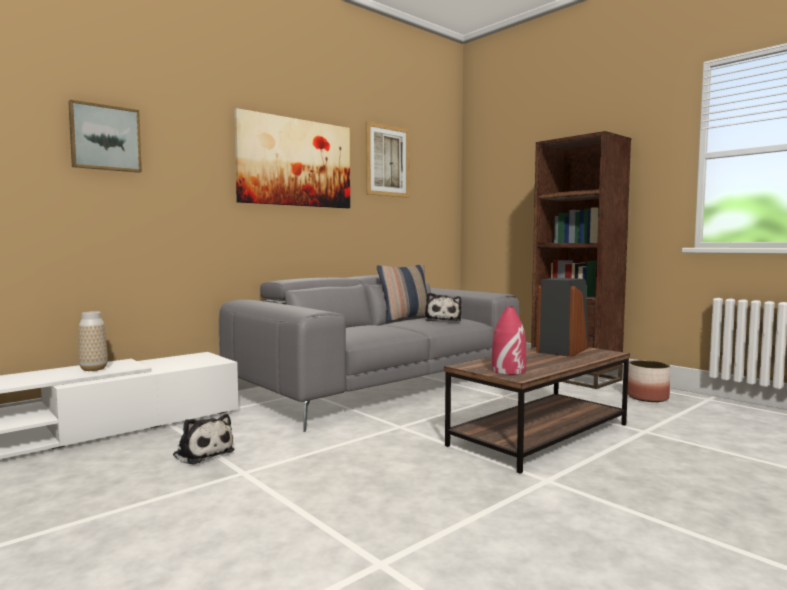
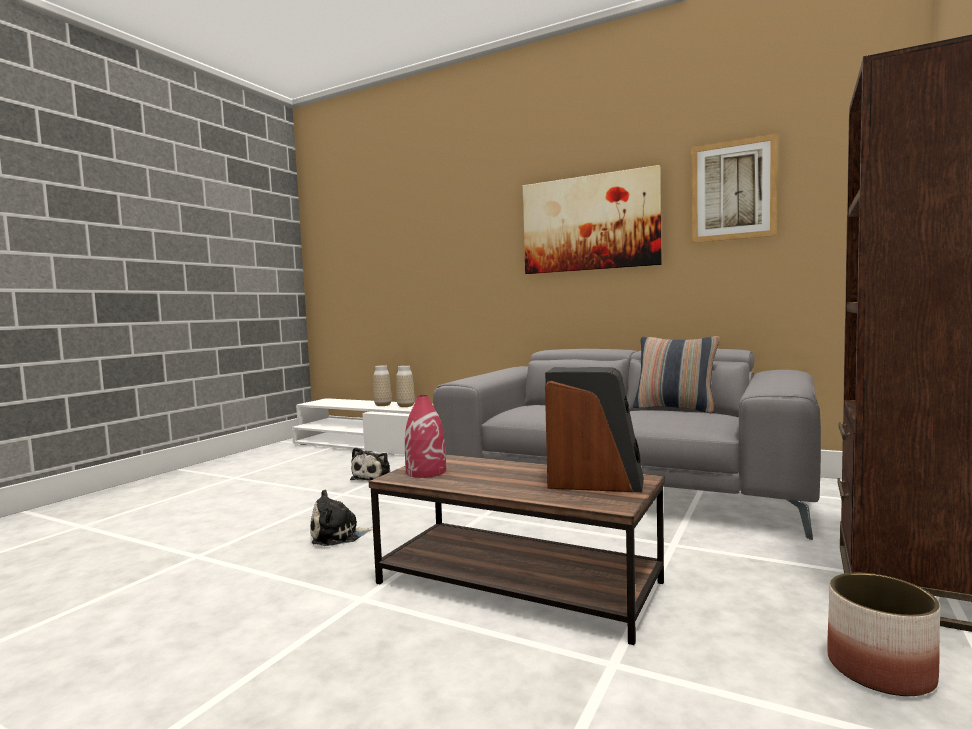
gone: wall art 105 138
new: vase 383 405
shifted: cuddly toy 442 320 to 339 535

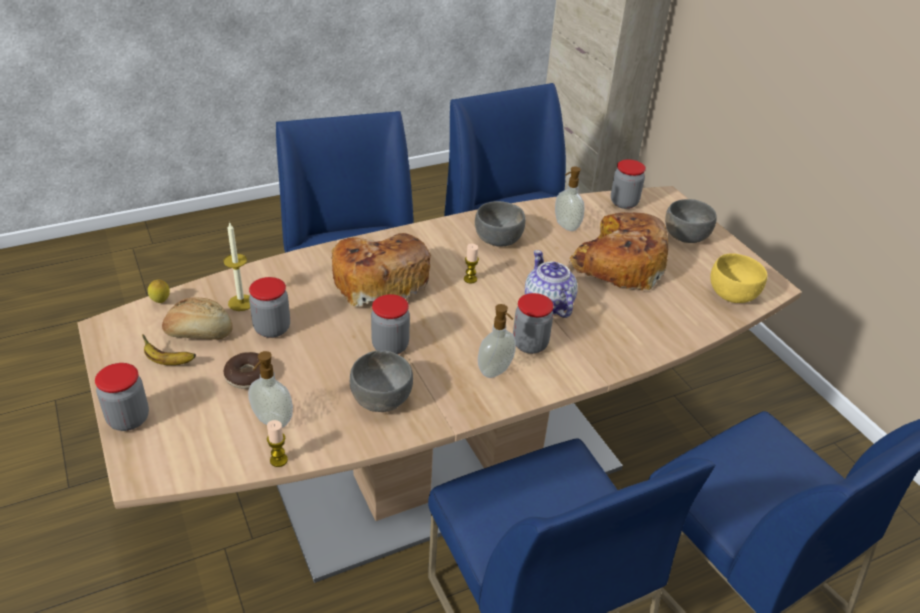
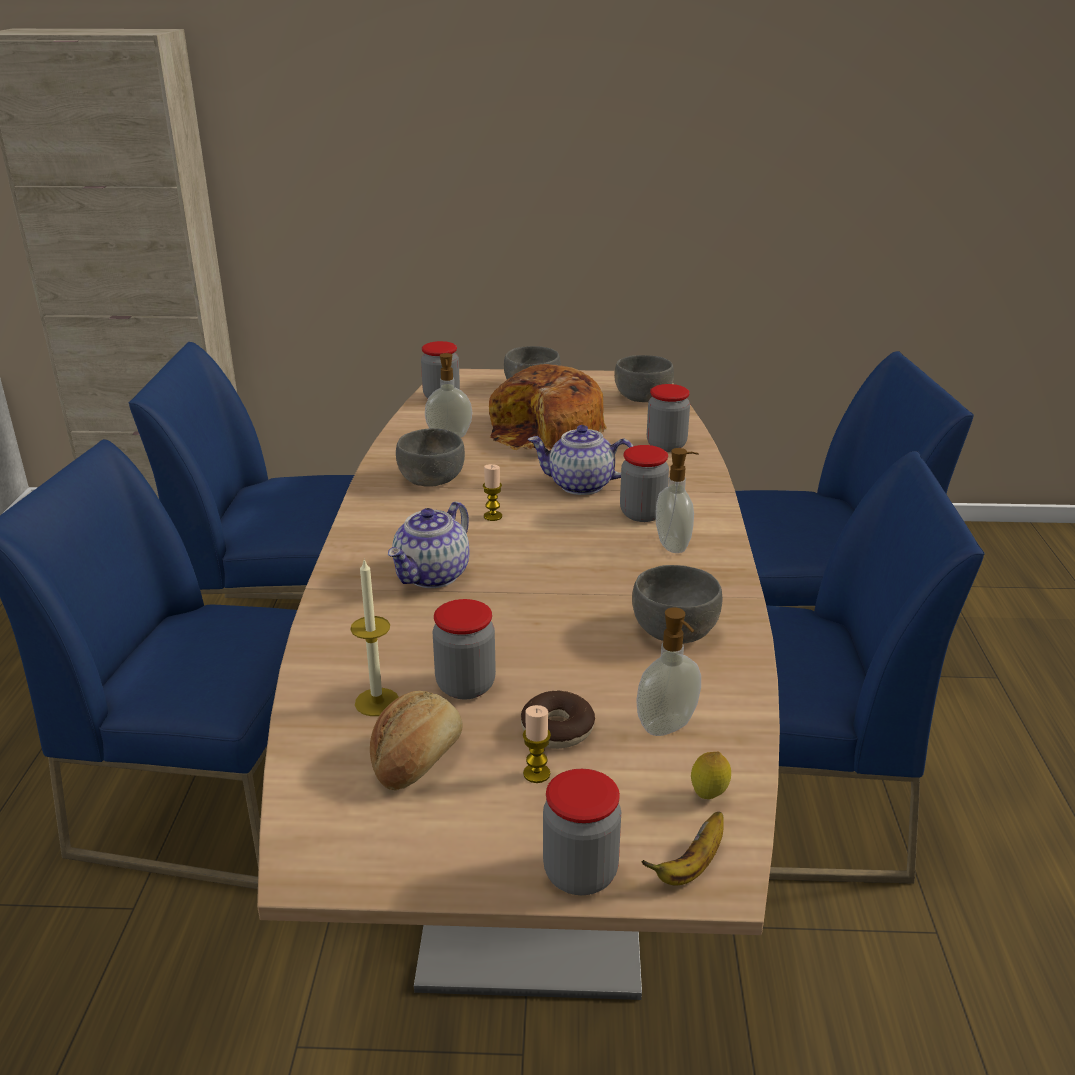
shifted: wax light 278 460 to 536 774; whole banana 168 361 to 691 867; preserve jar 390 346 to 666 445; lemon 161 302 to 708 796
swapped: bakery bread 379 279 to teapot 432 576
repainted: deep dish (yellow) 732 293 to deep dish (grey) 642 397

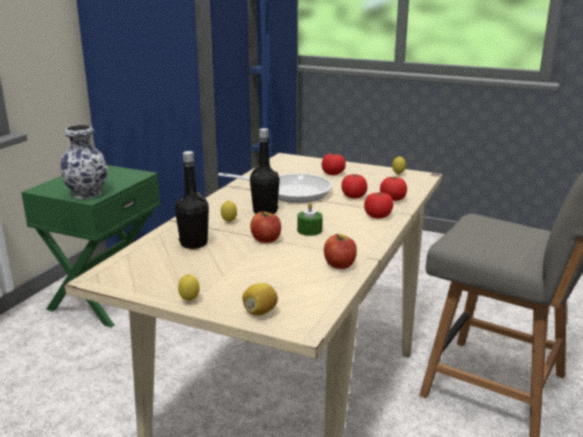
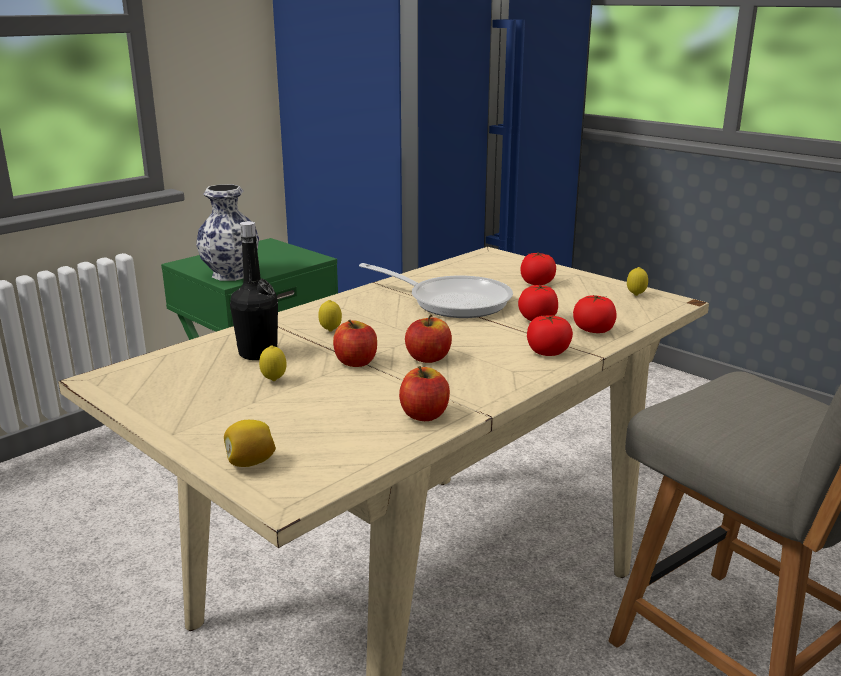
gone: drink bottle (black-coloured) 265 211
shifted: lemon 189 301 to 274 381
swapped: wax light (green) 309 230 to whole apple 428 358

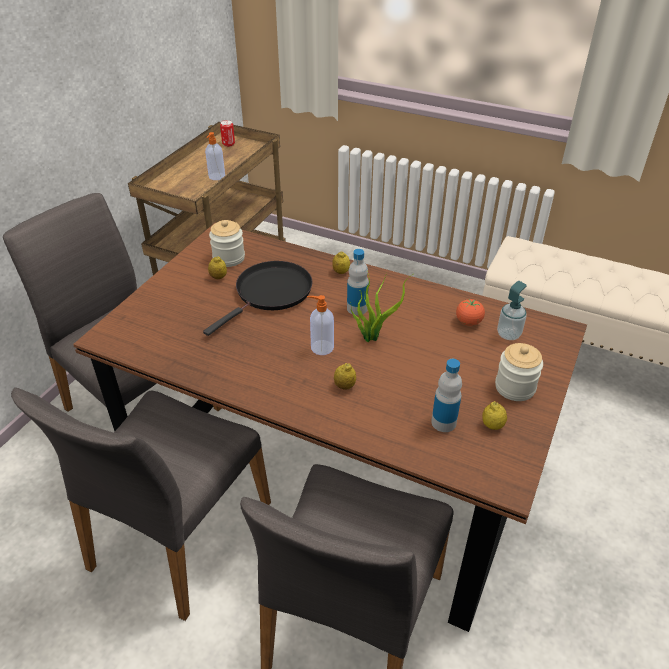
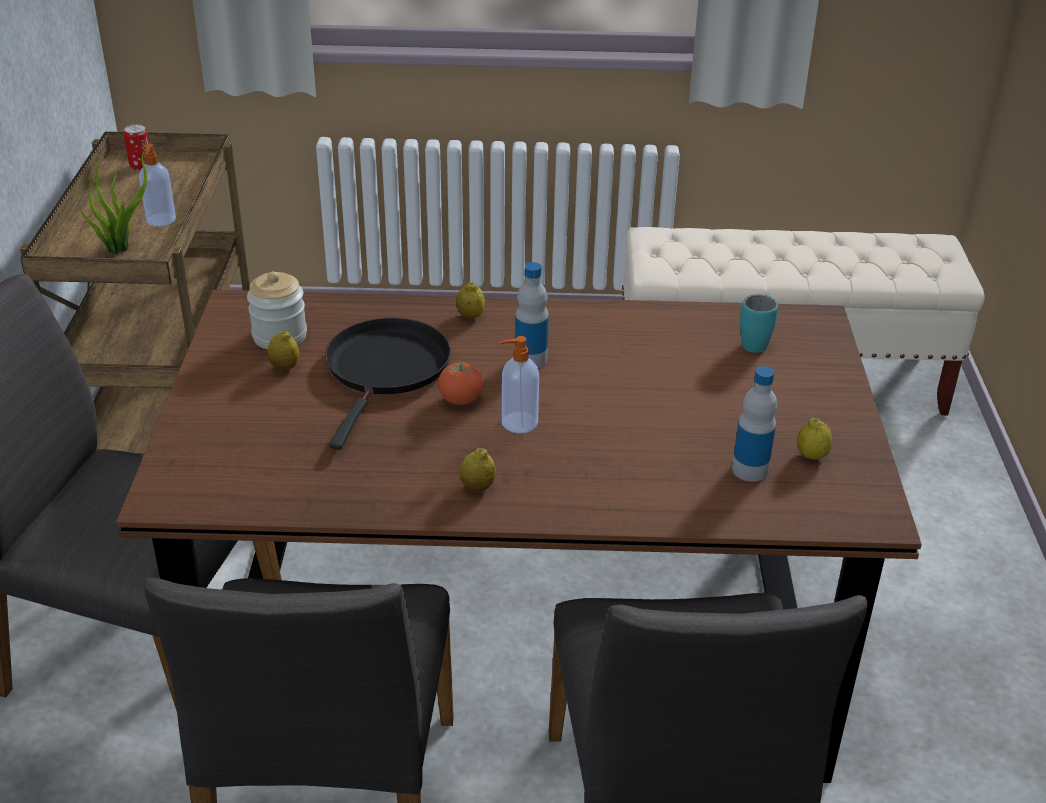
gone: preserve jar 515 387
shifted: houseplant 373 336 to 121 247; whole tomato 468 322 to 460 400; lemon 344 386 to 477 487
swapped: soap bottle 508 334 to mug (blue-green) 756 341

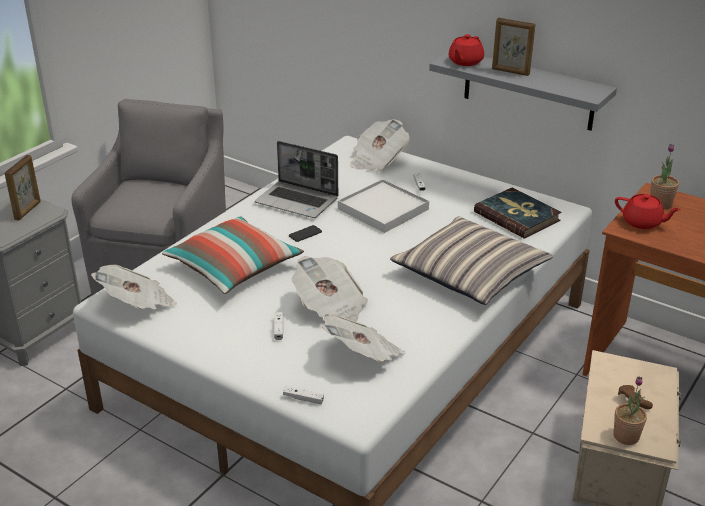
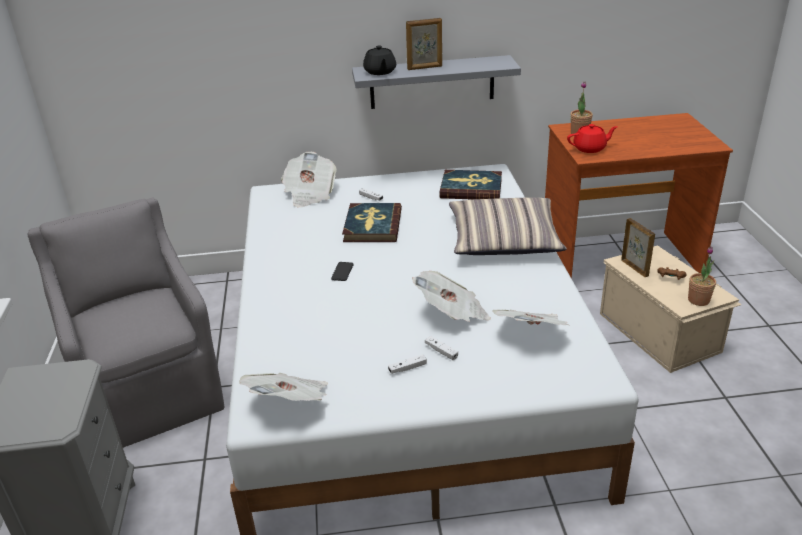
gone: throw pillow 234 268; laptop 298 201
shifted: game controller (white-coloured) 303 399 to 407 368; photo frame 28 210 to 635 268
swapped: serving tray (white-coloured) 383 209 to bound book 372 226
repainted: teapot (reddish) 465 62 to teapot (black-coloured) 380 72

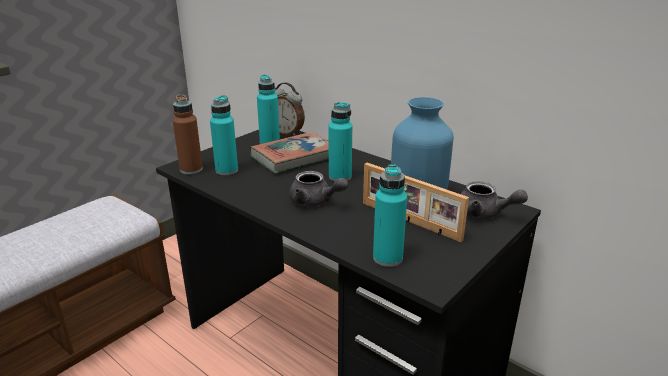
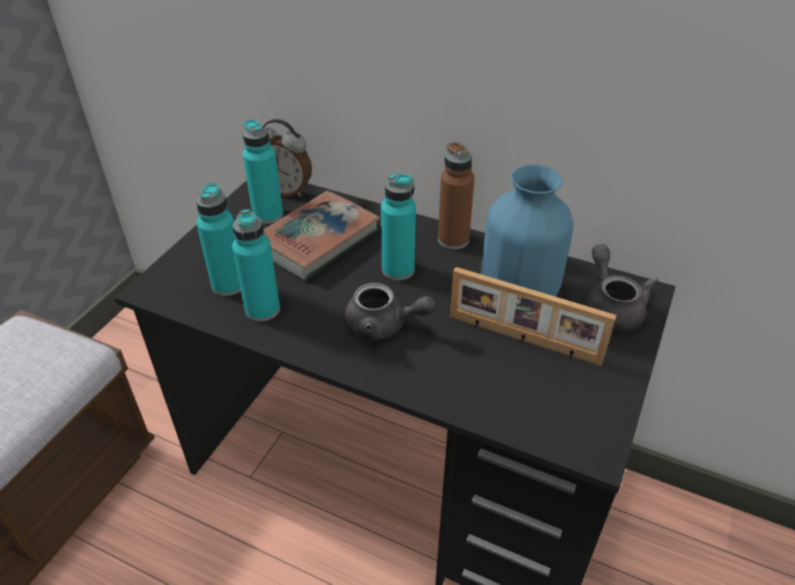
shifted: drink bottle (blue-green) 387 258 to 262 309; drink bottle (brown-coloured) 191 169 to 453 240
rotated: teapot (grey) 484 213 = 611 307 120 degrees counterclockwise

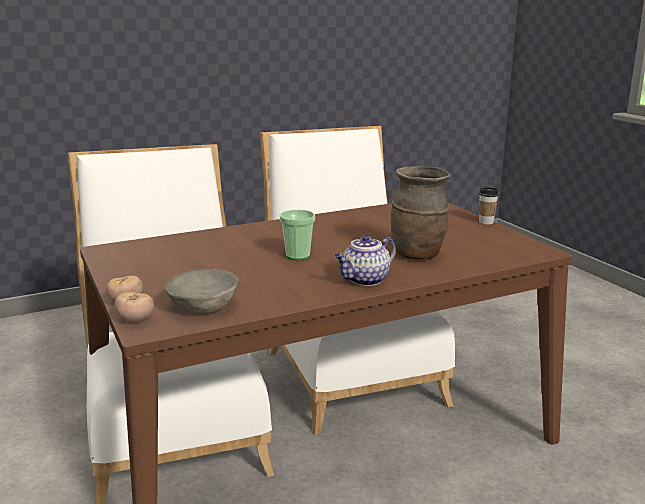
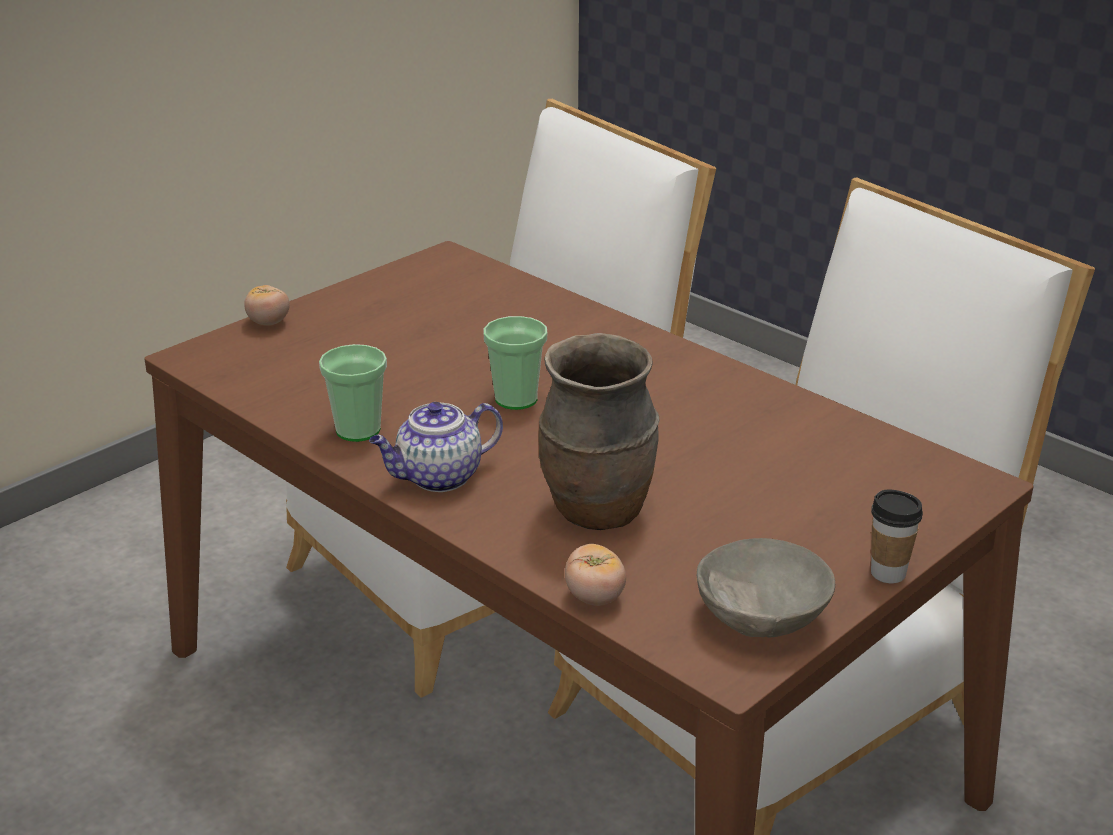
new: drinking cup 358 430
shifted: whole tomato 135 320 to 595 597; deep dish (grey) 204 307 to 764 617
rotated: teapot 365 280 = 438 478 60 degrees counterclockwise

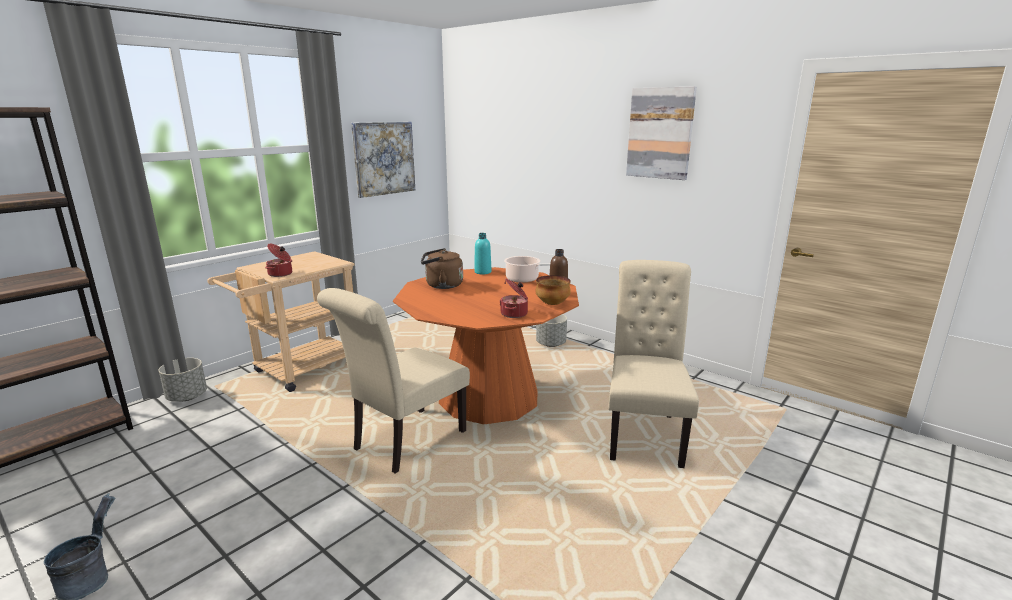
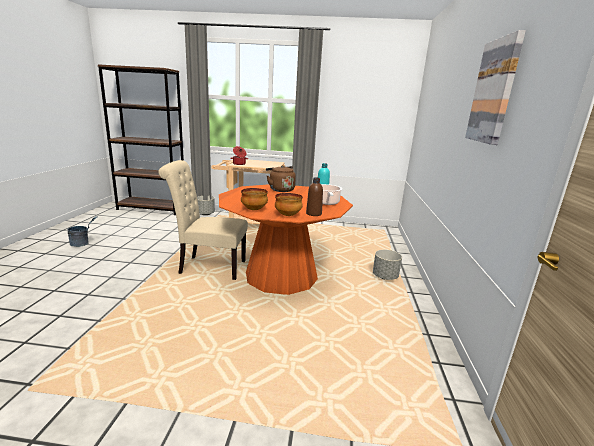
gone: wall art 384 158; chair (sand-coloured) 643 433
swapped: cooking pot 515 314 to deep dish 254 210

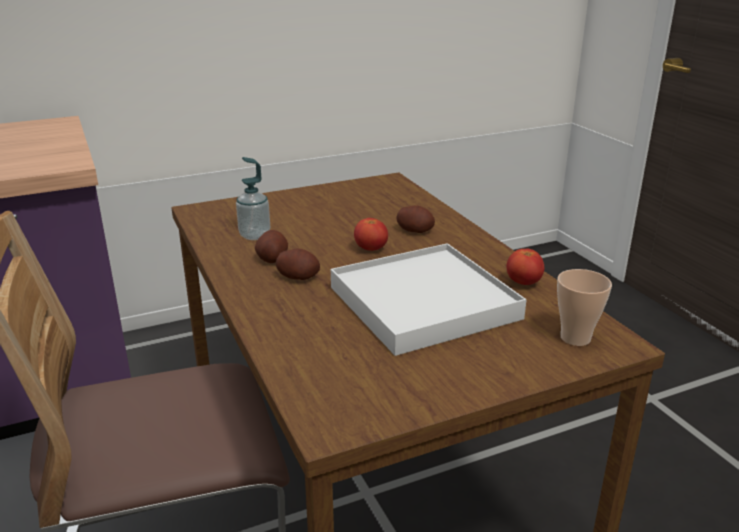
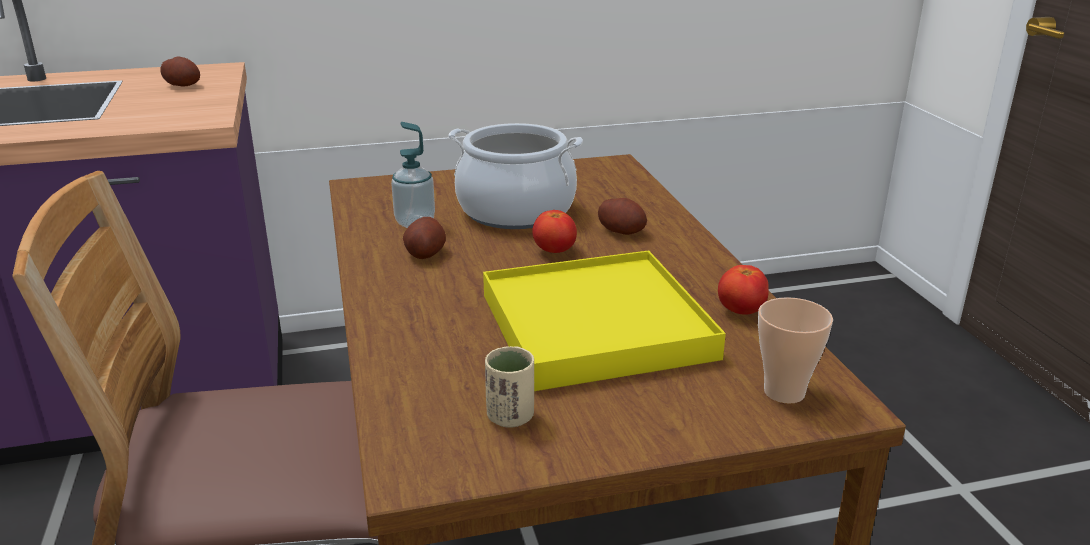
new: cooking pot 516 211; drinking cup (sand-coloured) 510 417
shifted: whole potato 298 277 to 183 85
repainted: serving tray (white-coloured) 423 303 to serving tray (yellow) 595 326

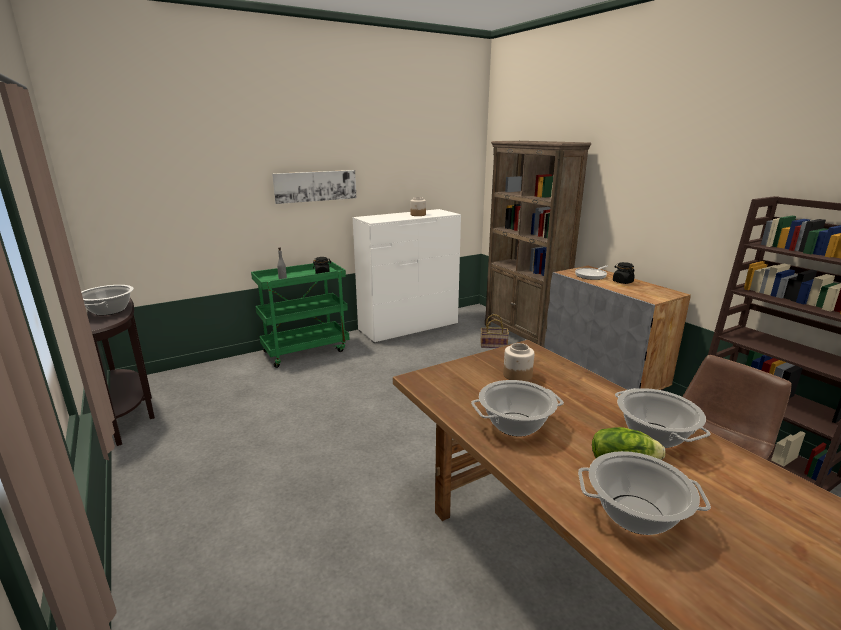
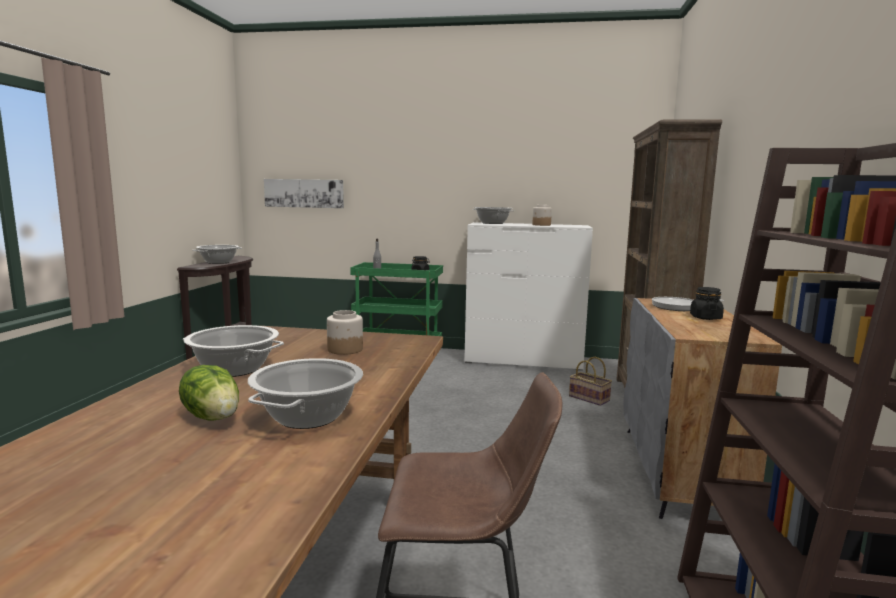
shifted: wall art 315 186 to 304 193; cooking pot 635 515 to 492 223

